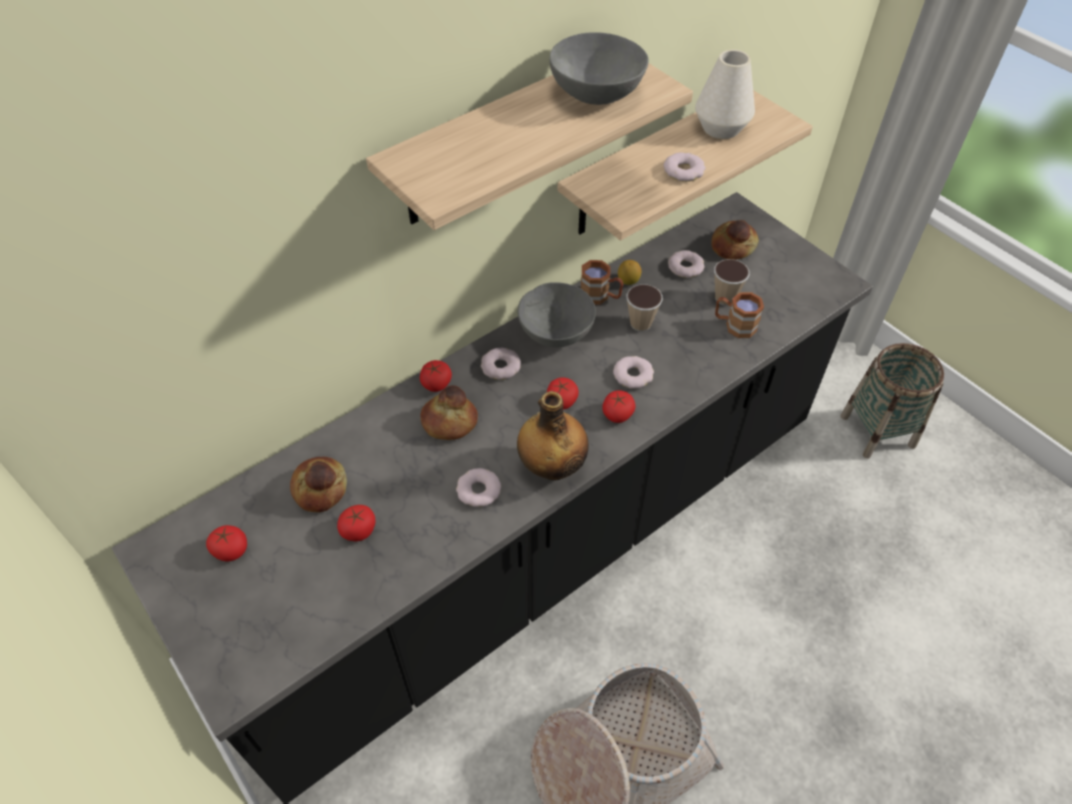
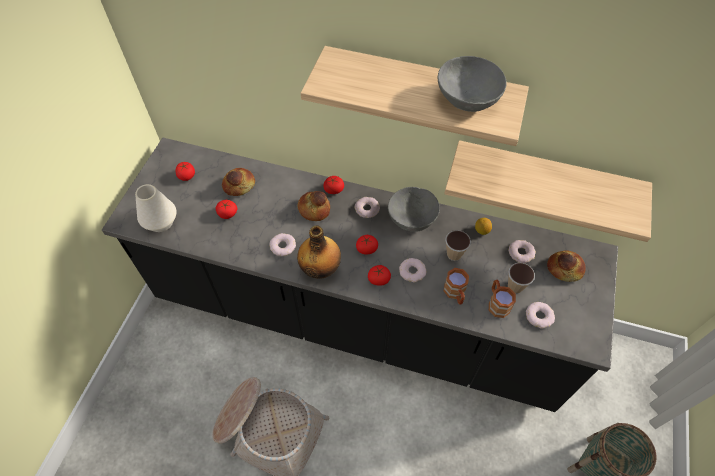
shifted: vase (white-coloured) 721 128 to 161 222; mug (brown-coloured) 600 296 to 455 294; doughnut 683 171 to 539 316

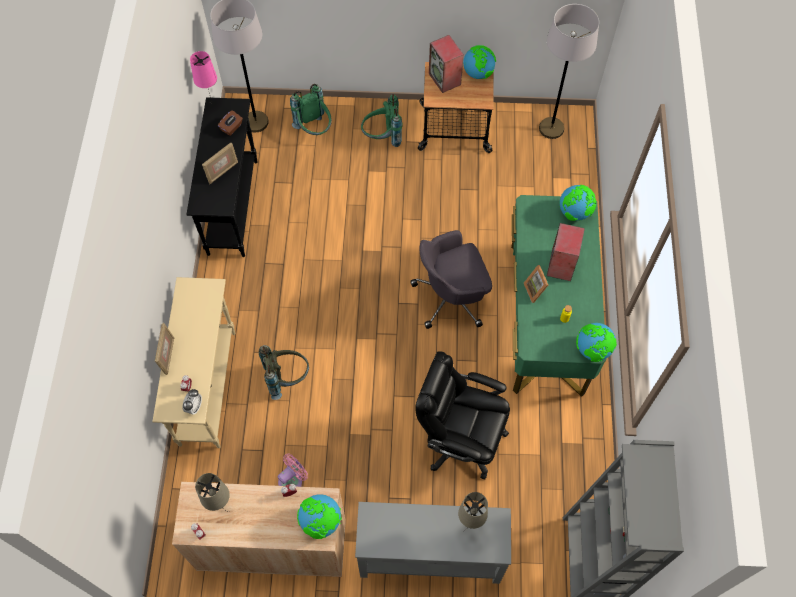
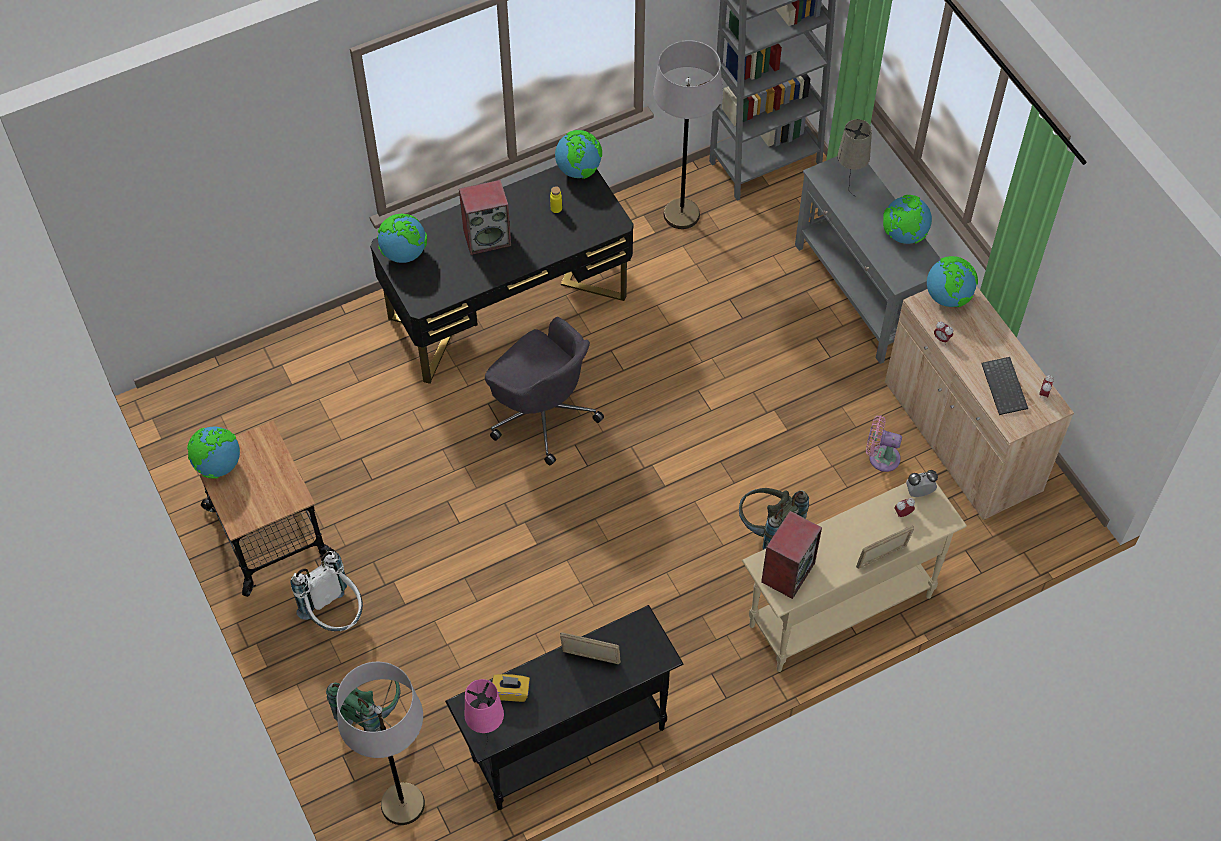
gone: office chair (black-coloured) 460 438; photo frame 536 290
new: world globe 903 235
shifted: standing lamp (grey) 551 128 to 681 214; loudspeaker 445 79 to 787 571
swapped: tabletop lamp (sand-coloured) 223 510 to keyboard 1005 387
repainted: knapsack (green) 382 137 to knapsack (white-coloured) 335 616; desk table (green) 546 317 to desk table (black-coloured) 508 308; box of tissues (brown-coloured) 232 128 to box of tissues (yellow) 511 692

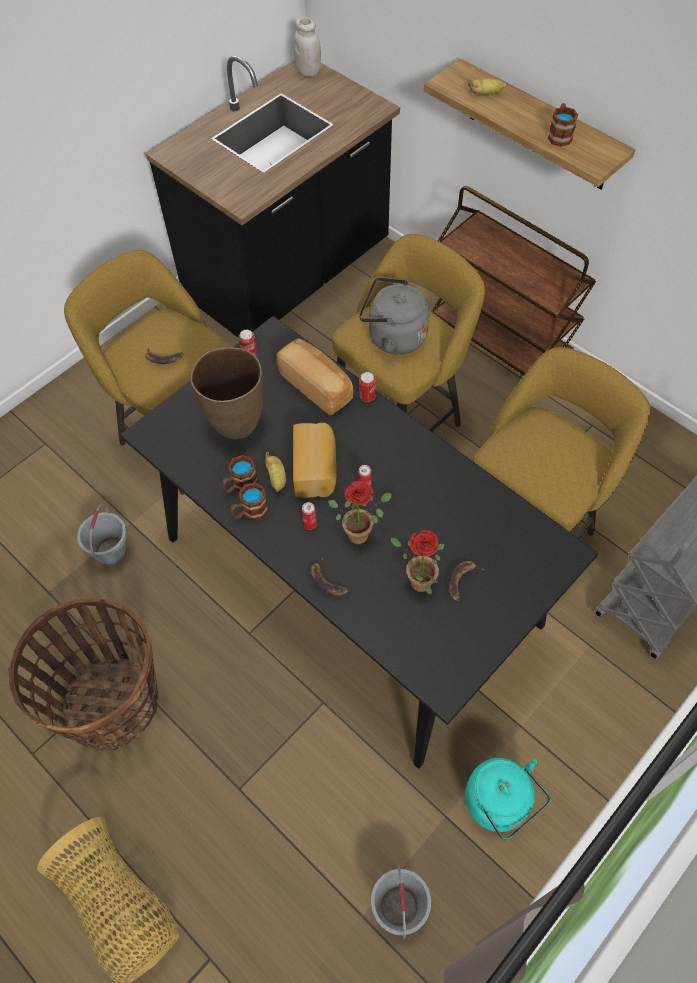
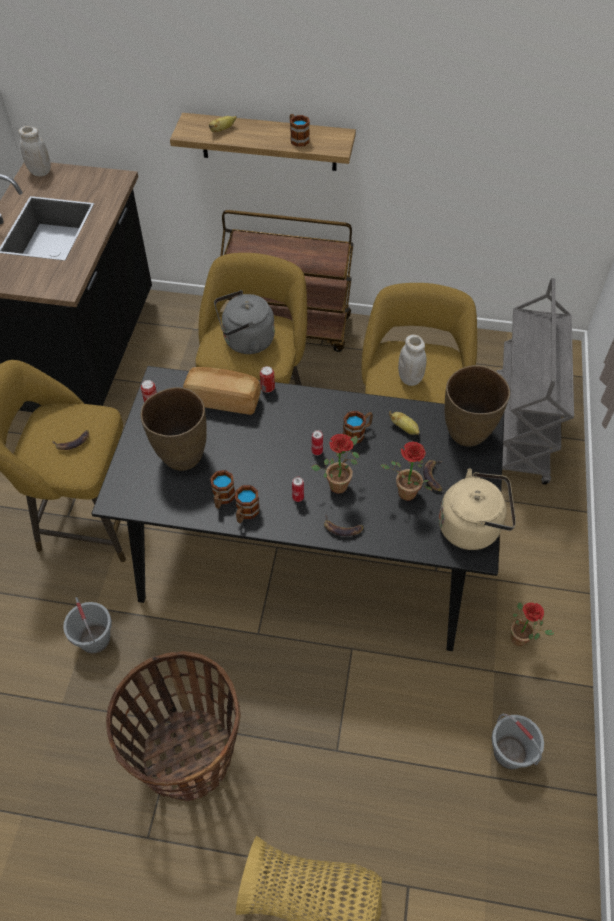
gone: bakery bread 316 469
new: mug 357 433; preserve jar (white-coloured) 410 378; kettle (sand-coloured) 472 527; vase (brown-coloured) 467 434
shifted: whole banana 276 478 to 404 428
swapped: kettle (blue-green) 500 804 to houseplant 522 639

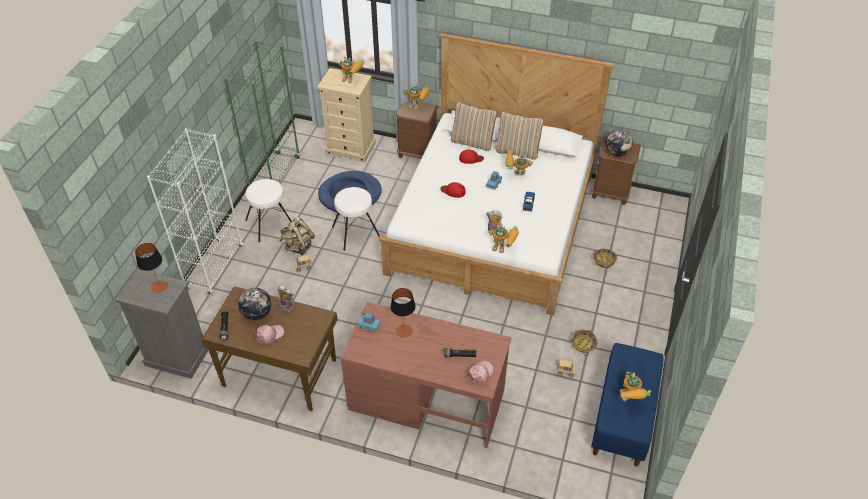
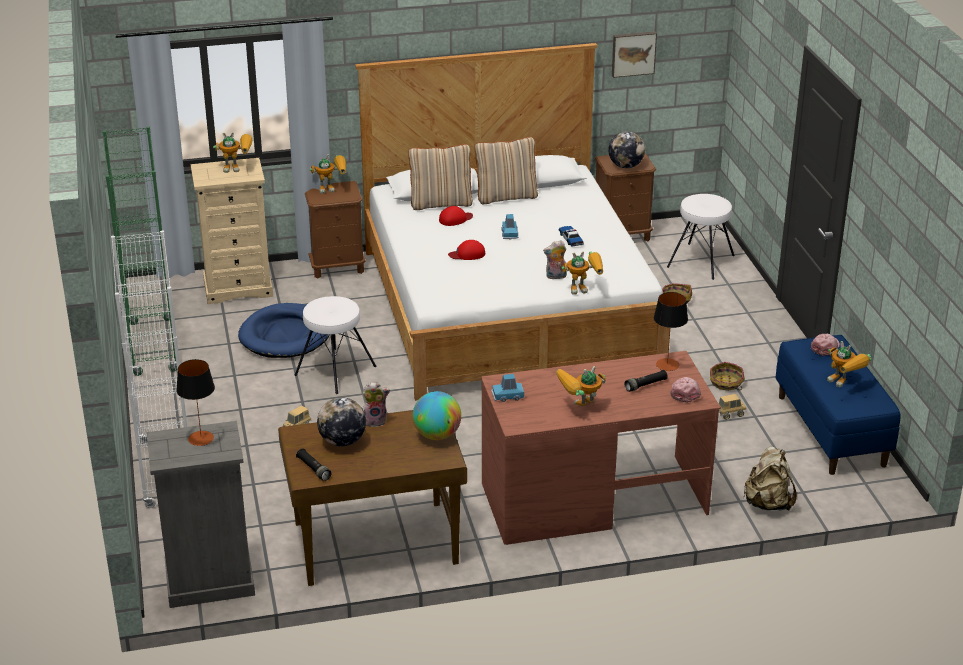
new: world globe 437 435; wall art 633 53
shifted: robot figure 515 175 to 579 408; tabletop lamp 404 331 to 667 364; sitting stool (white-coloured) 270 224 to 701 261; knapsack (sand-coloured) 298 247 to 767 503; cap (pink-coloured) 269 335 to 825 347

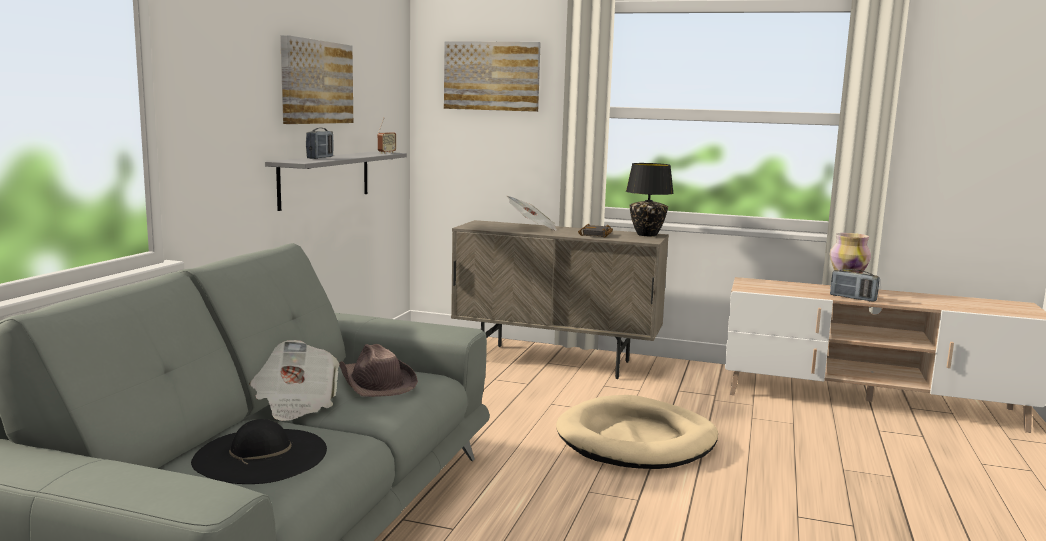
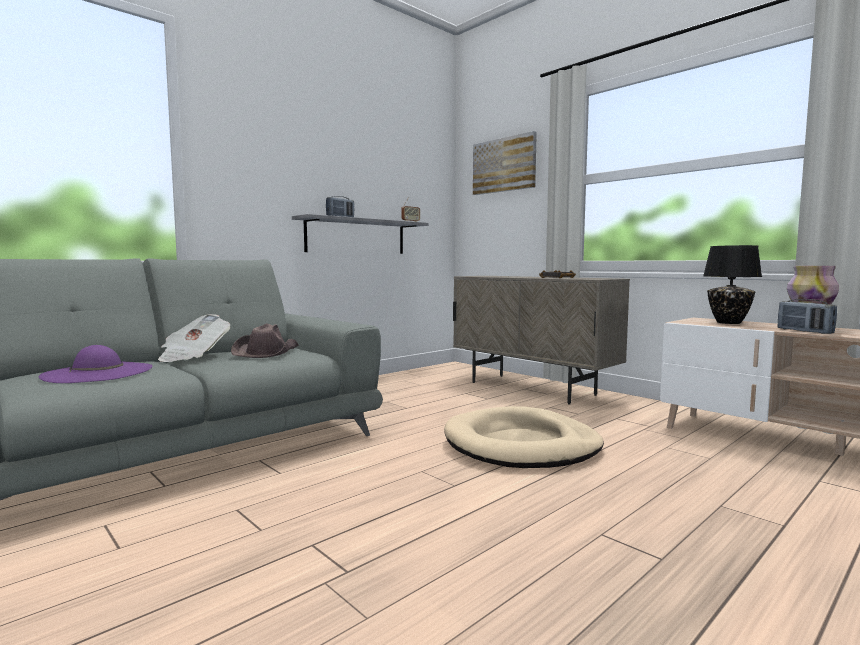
gone: wall art 316 82; printed paper 532 228
shifted: tabletop lamp (black-coloured) 646 234 to 728 322
repainted: wearable hat (black-coloured) 260 455 to wearable hat (purple) 98 372

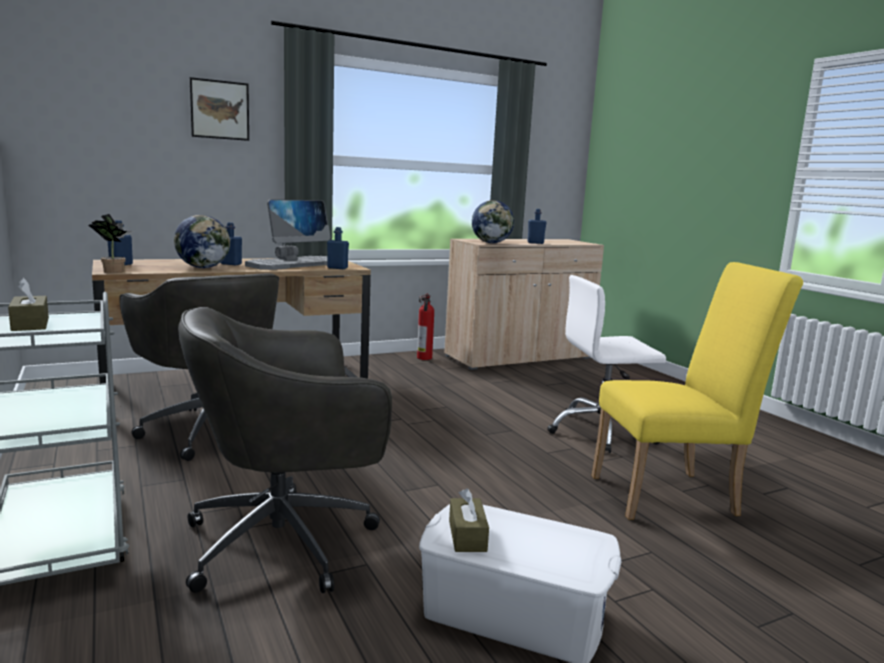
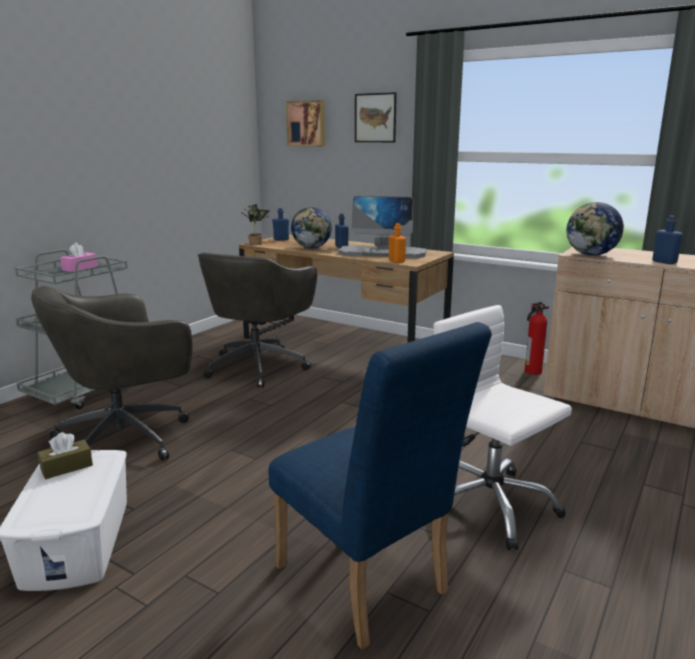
new: wall art 306 123
repainted: box of tissues (brown-coloured) 30 324 to box of tissues (pink-coloured) 80 268; chair (yellow) 673 495 to chair (bluish) 367 587; drink bottle (bluish) 337 268 to drink bottle (orangey) 396 261
rotated: office chair (grey) 286 541 = 127 438 75 degrees counterclockwise

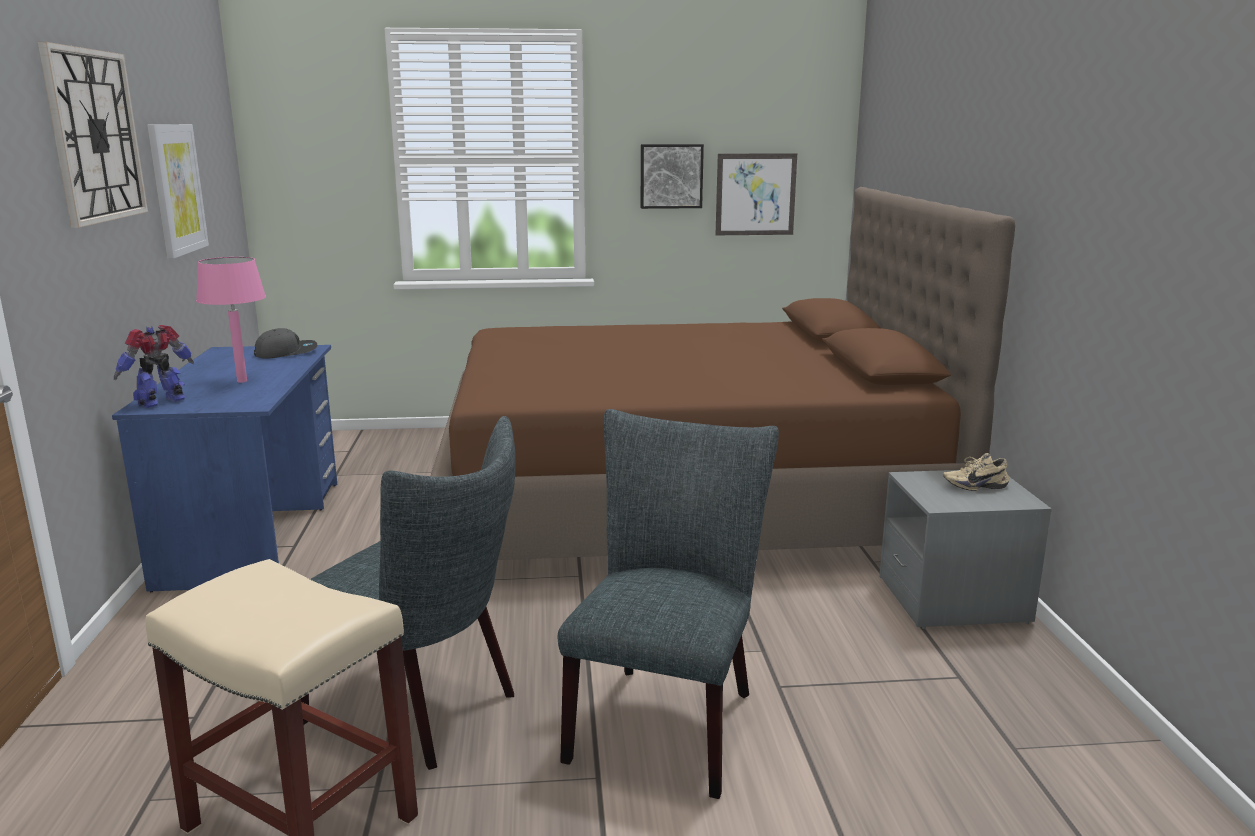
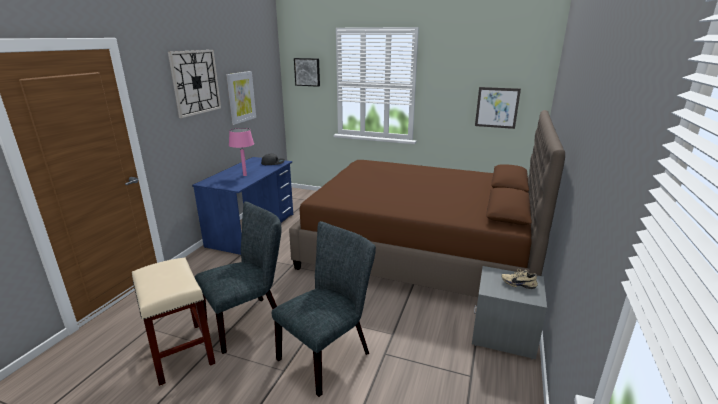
gone: robot figure 162 402
shifted: wall art 671 176 to 307 72
rotated: chair (grey) 422 710 = 248 320 90 degrees counterclockwise

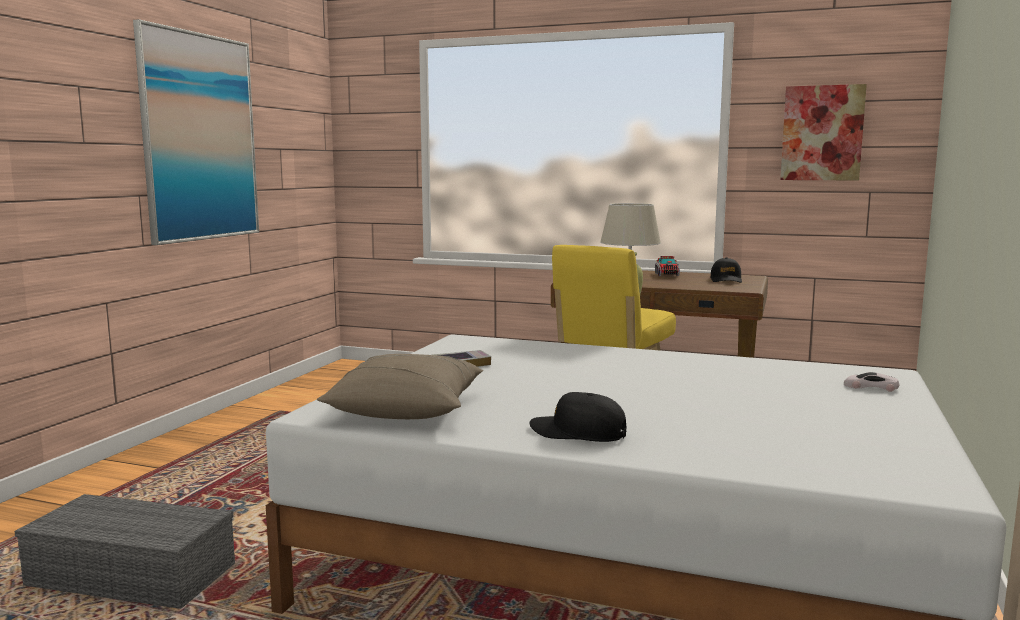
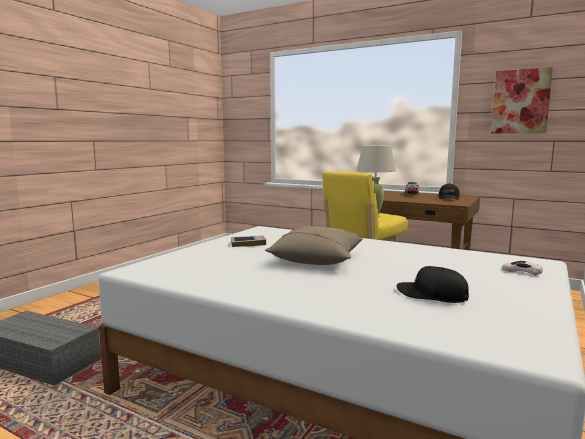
gone: wall art 200 137
shifted: throw pillow (sand-coloured) 407 409 to 317 259; cap (black-coloured) 578 432 to 431 295

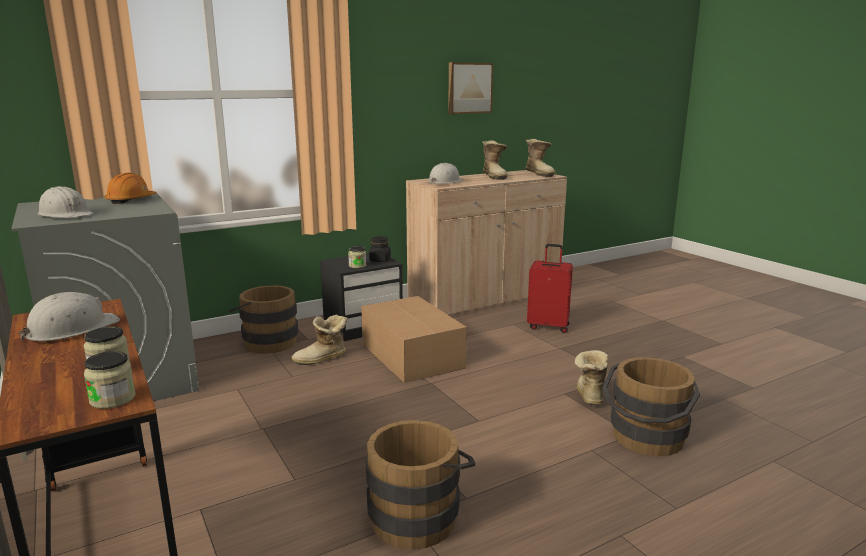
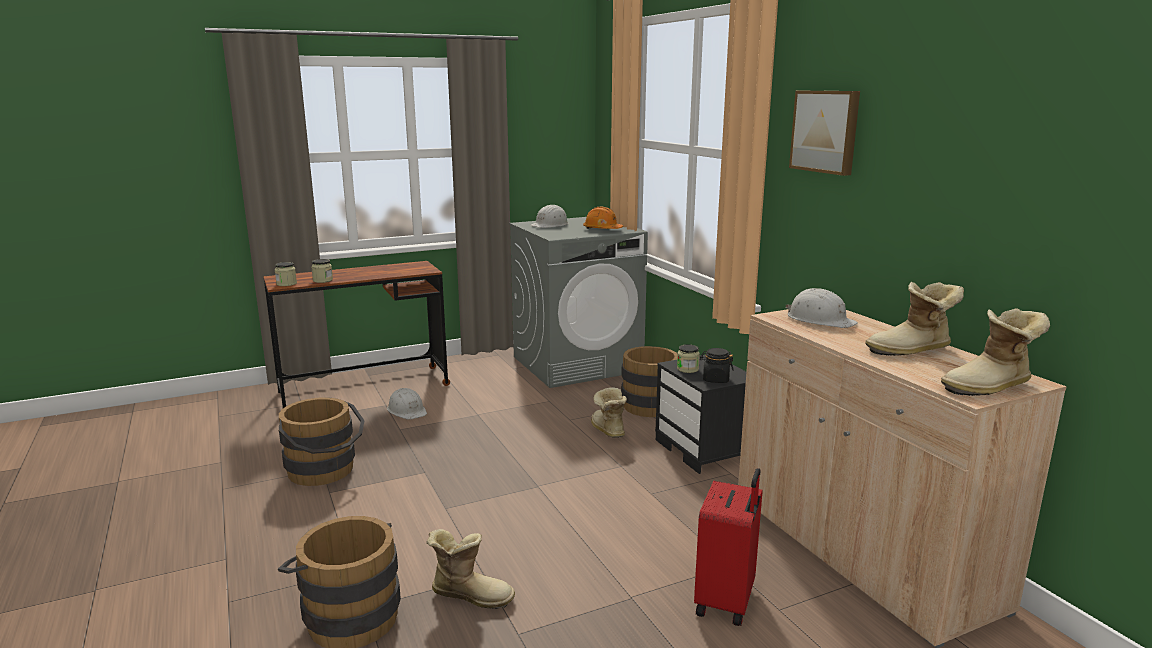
gone: packing box 412 354
shifted: hard hat (white-coloured) 72 329 to 407 410; wall art 469 88 to 826 131

